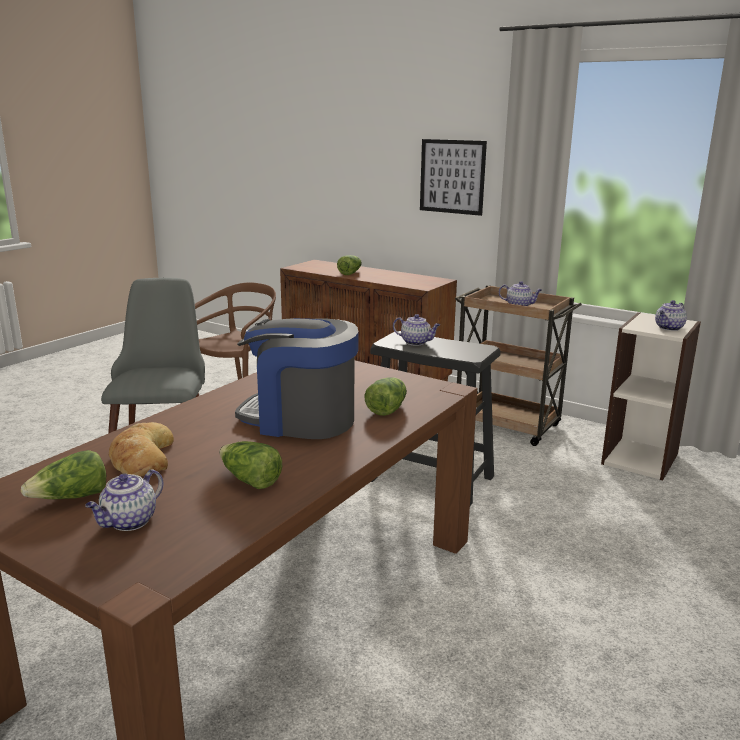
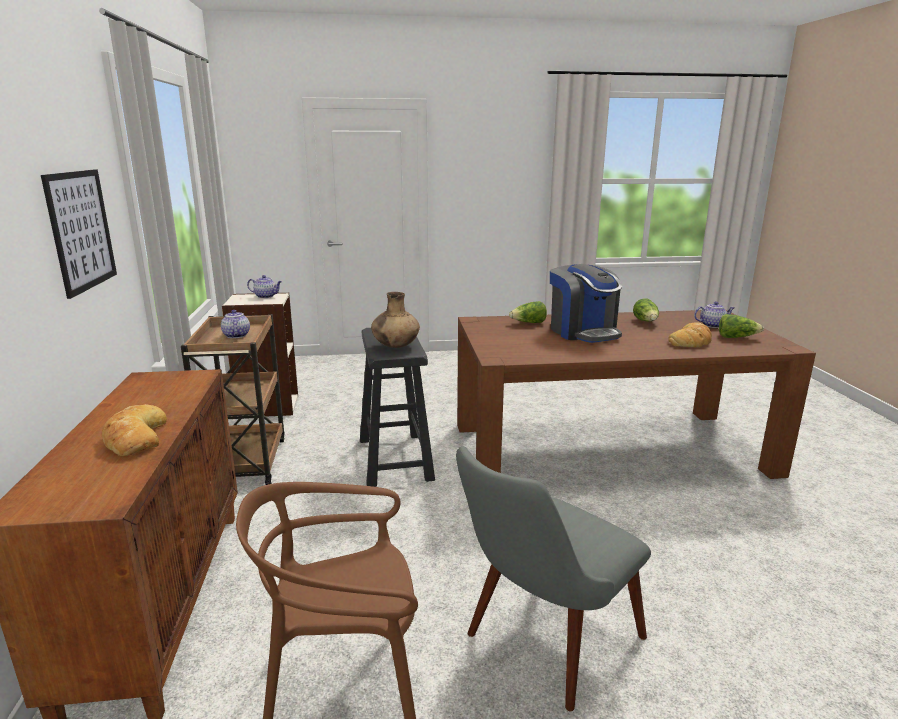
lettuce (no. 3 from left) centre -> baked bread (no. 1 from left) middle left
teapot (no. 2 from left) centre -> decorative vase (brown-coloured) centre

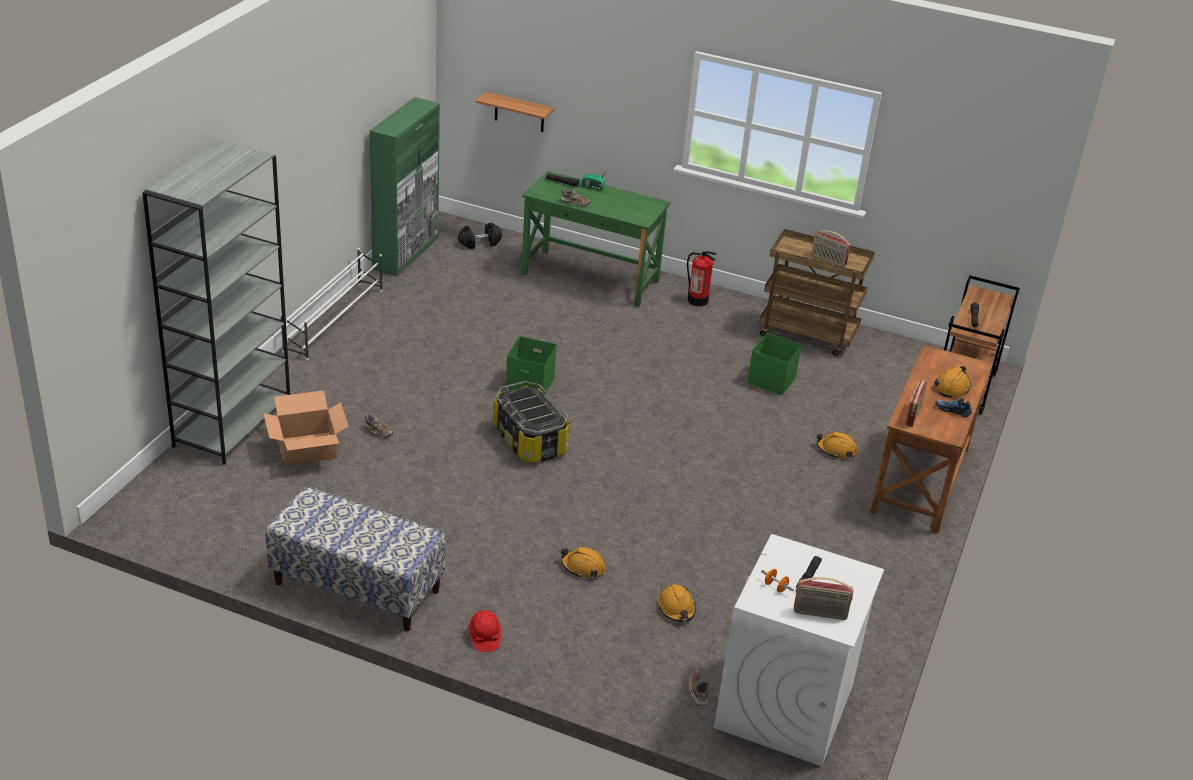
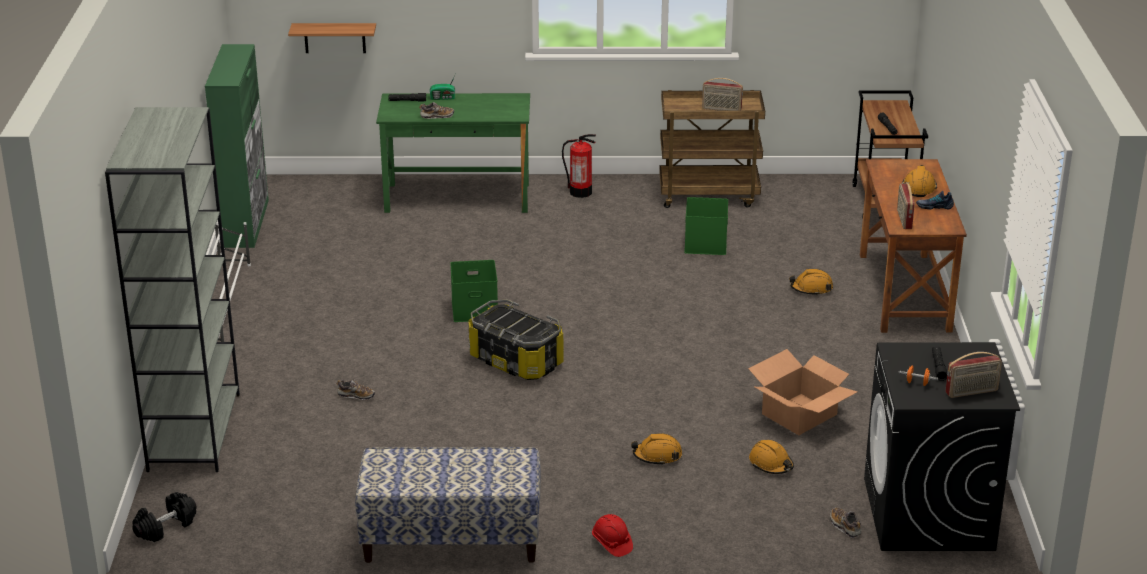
dumbbell (blackish) top centre -> dumbbell (blackish) bottom left, relocated
carton middle left -> carton bottom right, relocated
washing machine (white-coloured) bottom right -> washing machine (blackish) bottom right

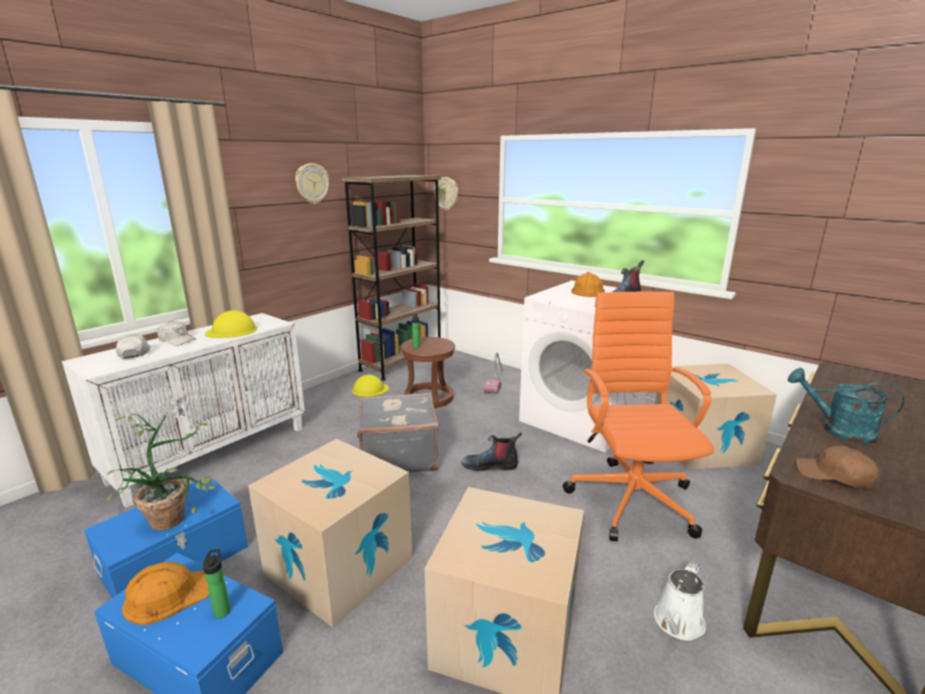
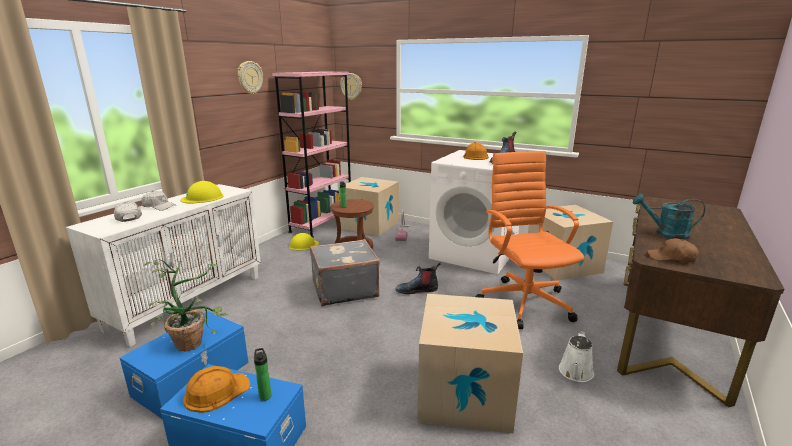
shelving unit (brown-coloured) centre -> shelving unit (pink-coloured) centre
carton (no. 1 from left) bottom centre -> carton (no. 1 from left) centre, relocated

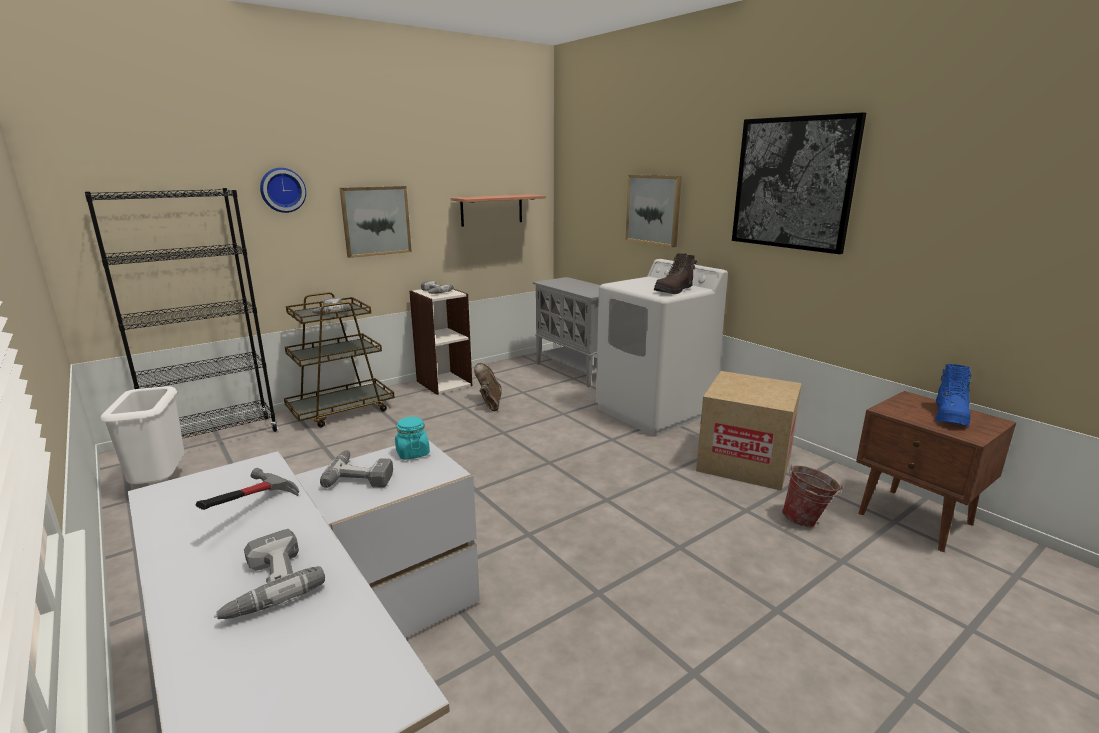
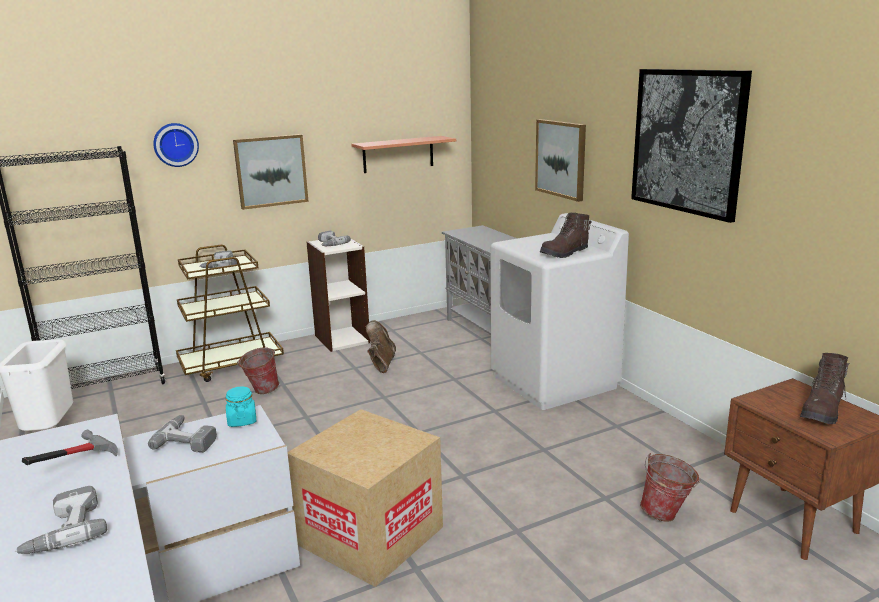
none -> water bucket (no. 1 from left) middle left
carton middle right -> carton bottom centre, relocated
tall boot (blue-coloured) middle right -> tall boot (brown-coloured) (no. 3 from left) middle right

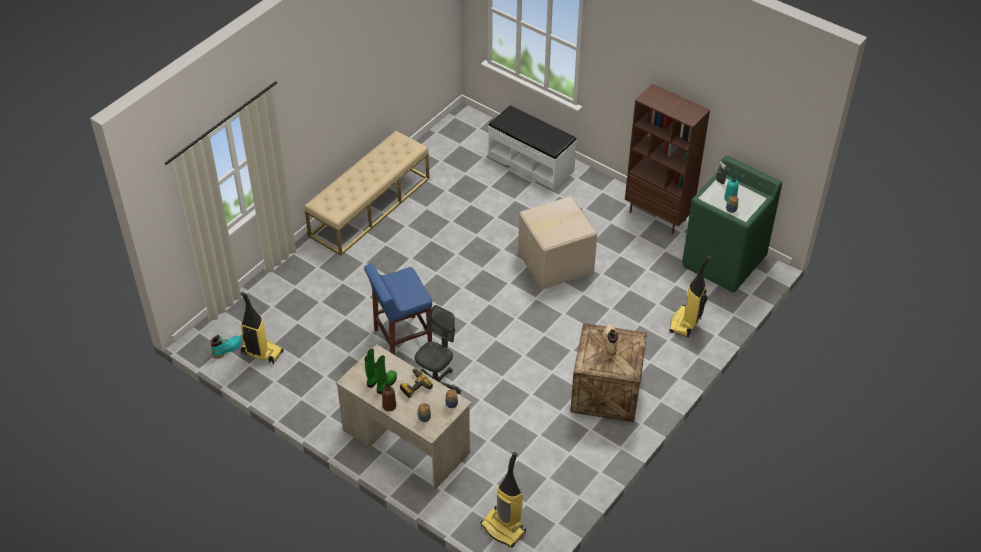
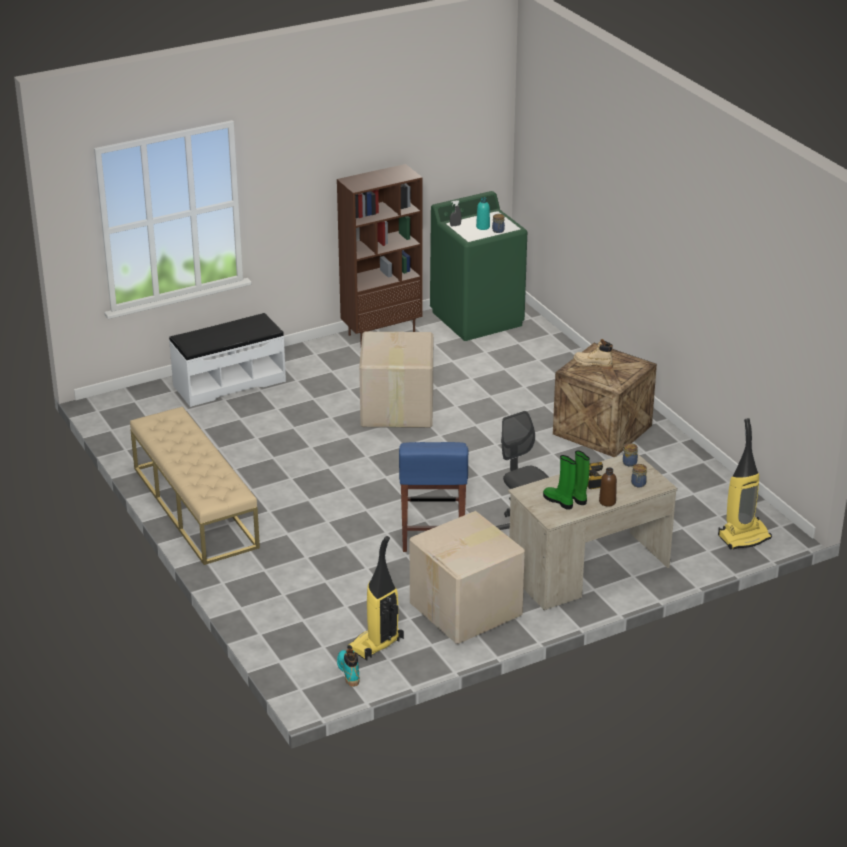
none -> carton (no. 2 from left) bottom centre
hoover (no. 3 from left) middle right -> none

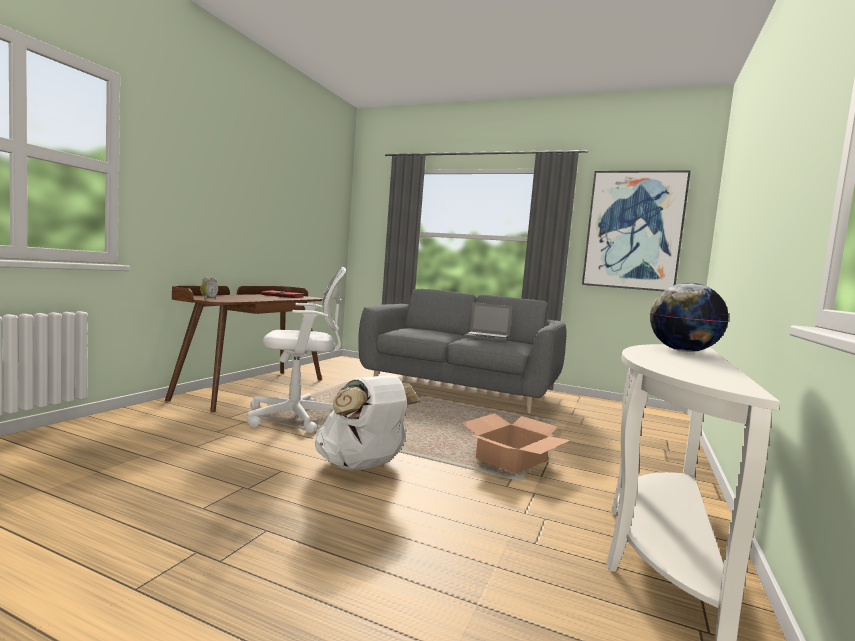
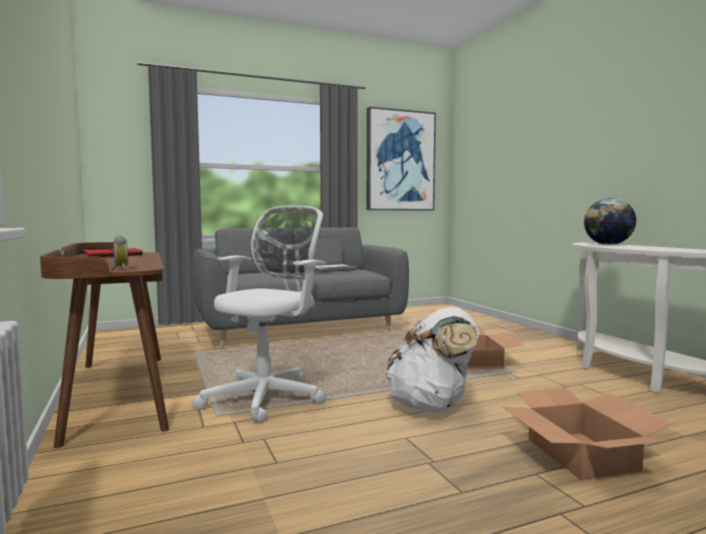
none -> carton (no. 2 from left) bottom right

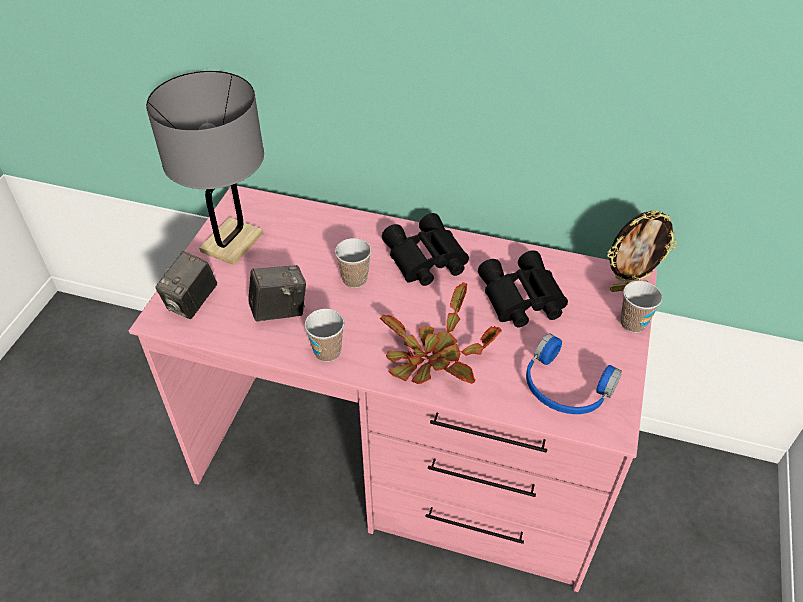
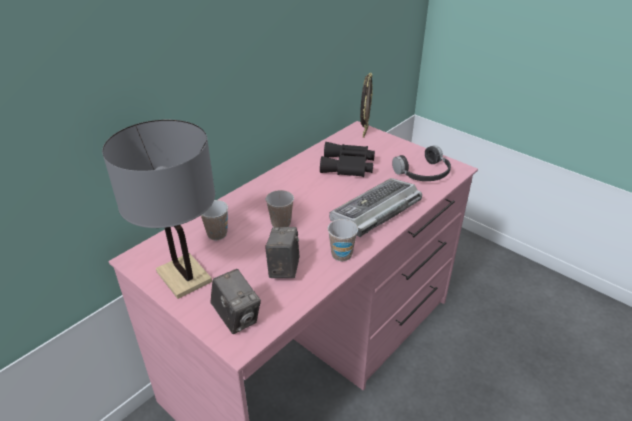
small cup (no. 3 from left in the first image) middle right -> small cup (no. 1 from left) centre, relocated
houseplant centre -> keyboard centre
headset (blue-coloured) middle right -> headset (blackish) centre
binoculars (blackish) (no. 1 from left) centre -> none

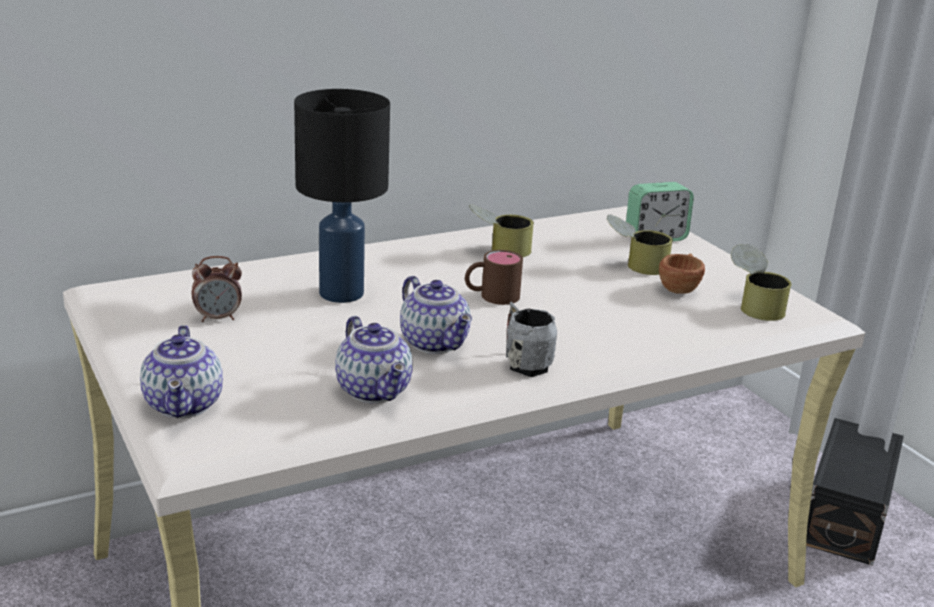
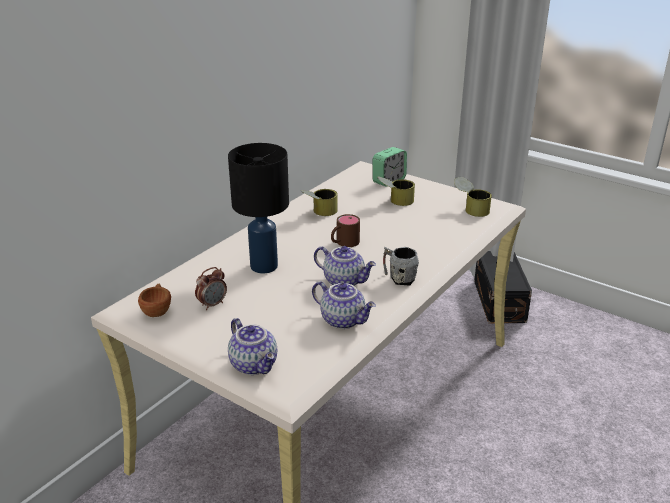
small cup (brown-coloured) middle right -> small cup (brown-coloured) middle left, relocated

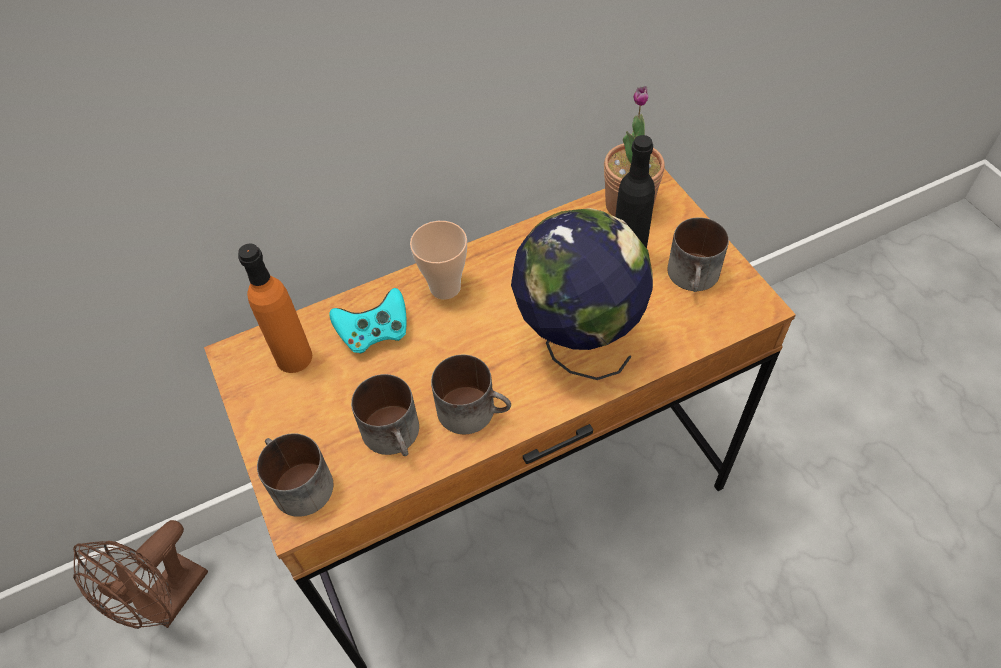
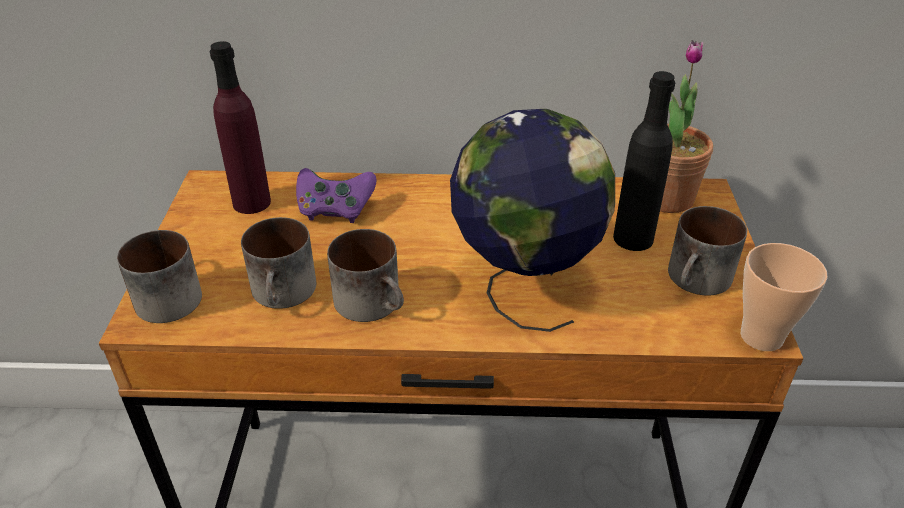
bottle (orangey) middle left -> bottle (purple-coloured) top left
game controller (blue-green) centre -> game controller (purple-coloured) centre
small cup centre -> small cup middle right, relocated
fan (brown-coloured) bottom left -> none

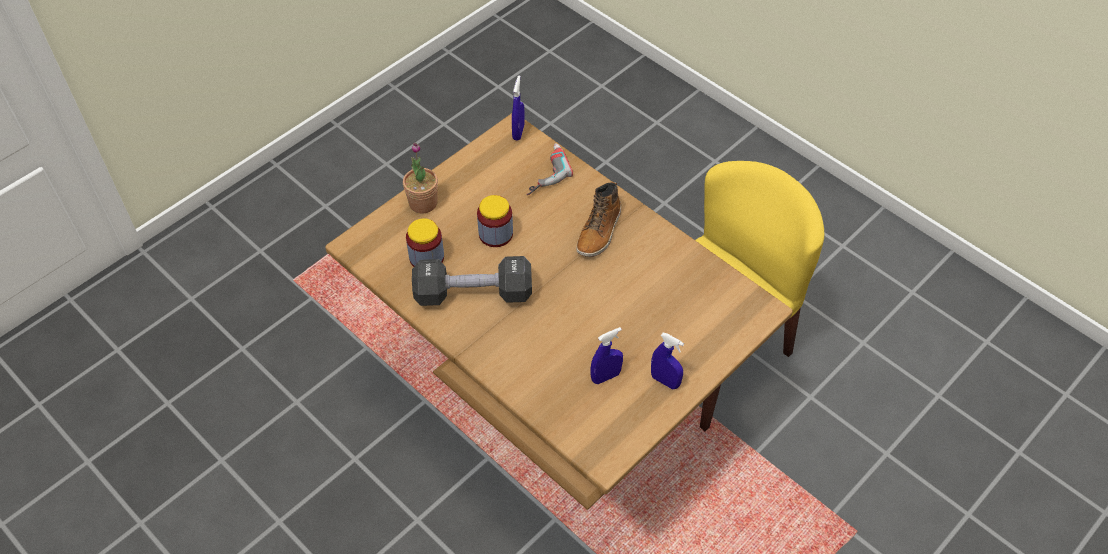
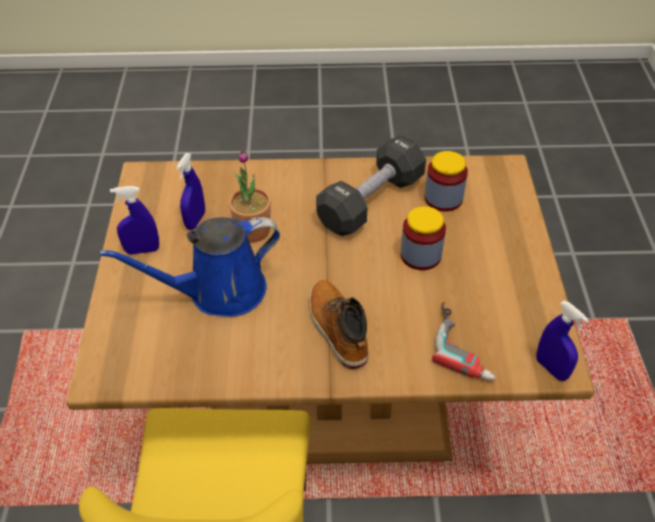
none -> watering pot (blue-coloured) middle left
houseplant top centre -> houseplant centre, relocated

